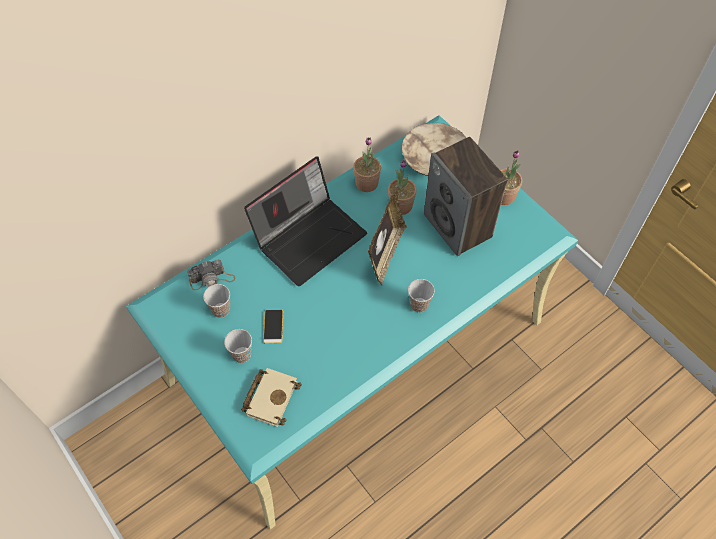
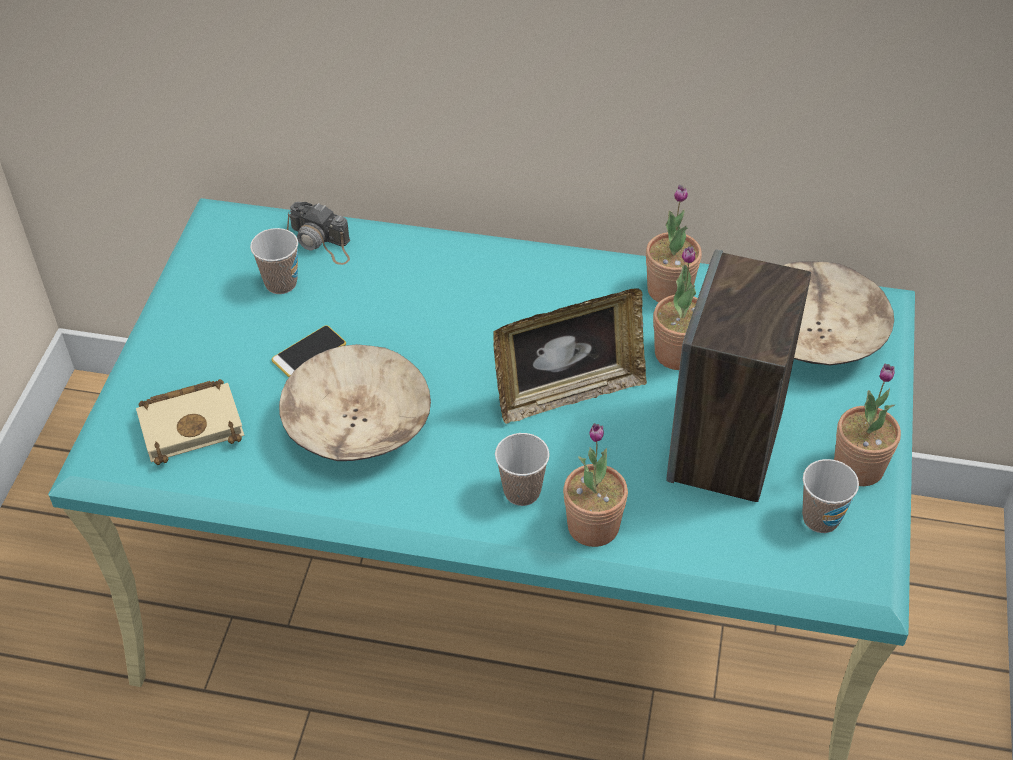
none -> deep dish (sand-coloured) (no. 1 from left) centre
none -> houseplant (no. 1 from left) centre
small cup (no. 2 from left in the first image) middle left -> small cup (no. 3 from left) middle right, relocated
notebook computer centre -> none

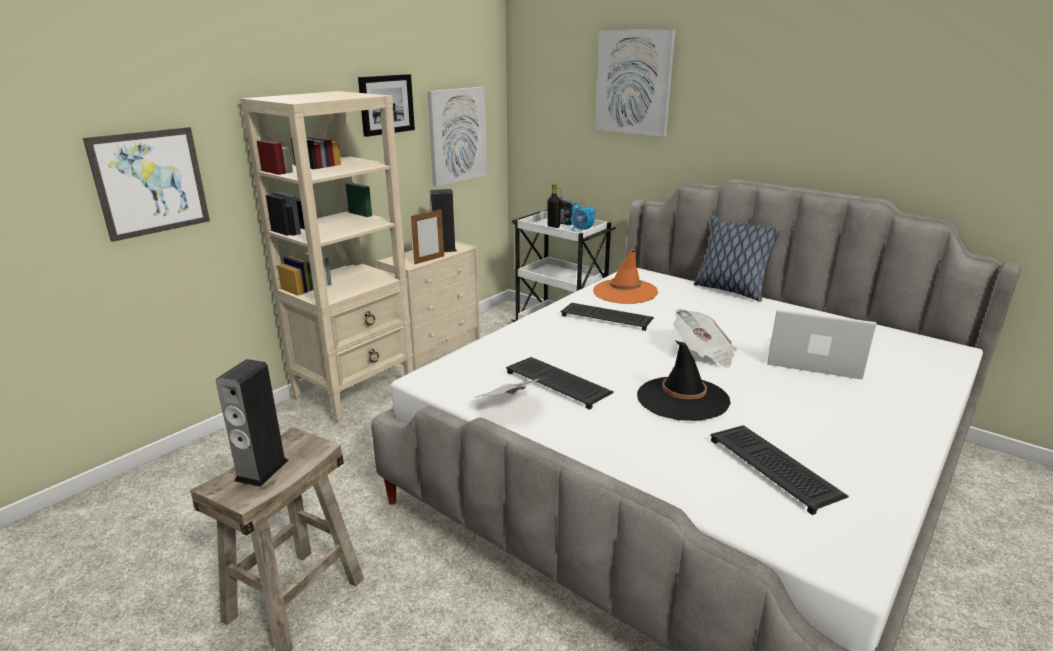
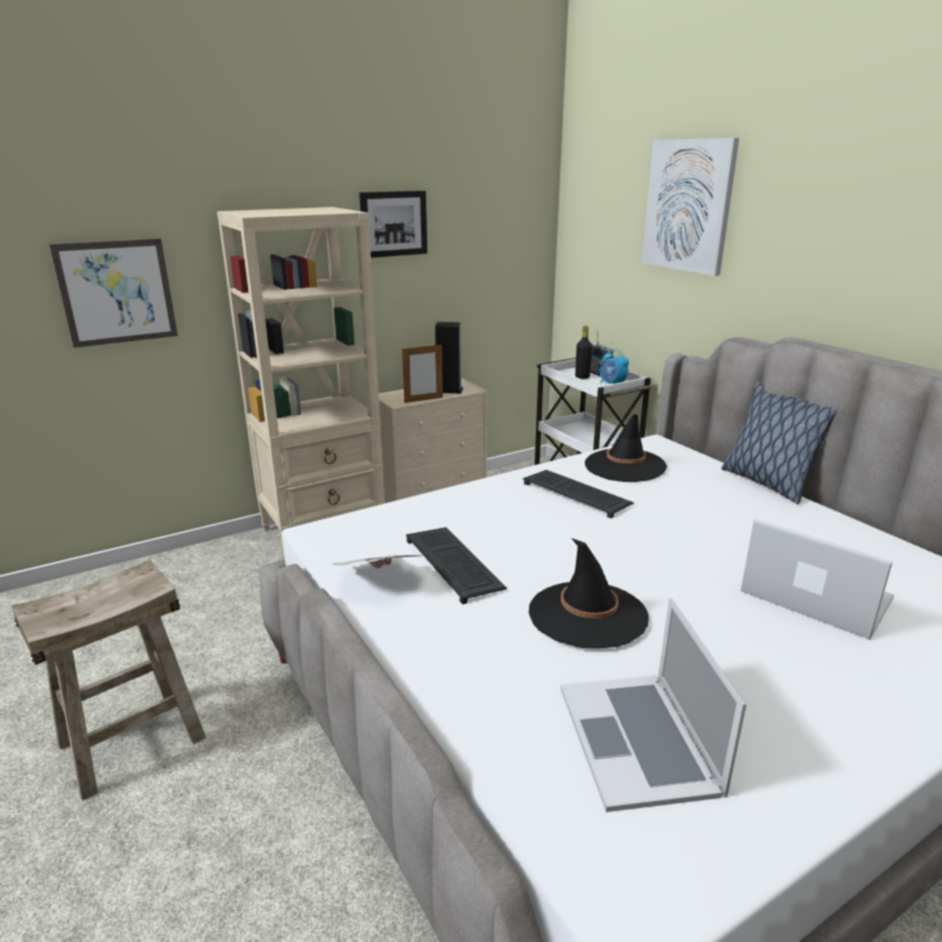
keyboard (no. 3 from left) bottom right -> notebook computer (no. 1 from left) bottom right
clothing hat (orangey) centre -> clothing hat (blackish) (no. 2 from left) centre
loudspeaker (no. 1 from left) middle left -> none
wall picture (no. 3 from left) top centre -> none
daily paper (no. 2 from left) middle right -> none

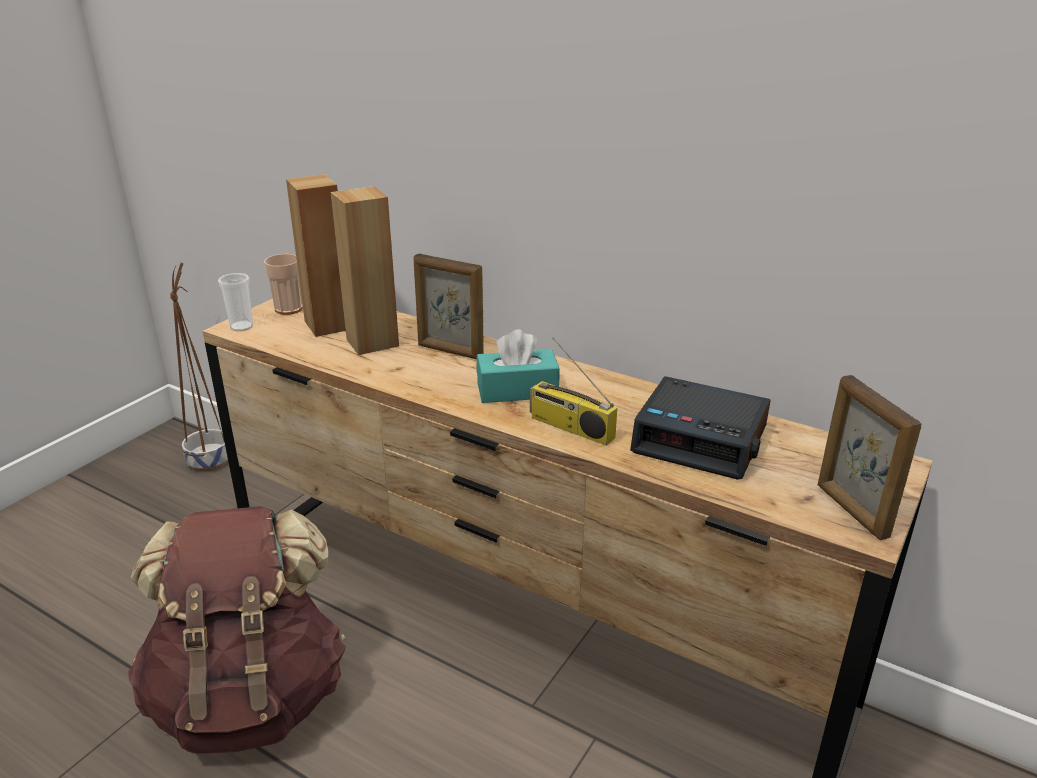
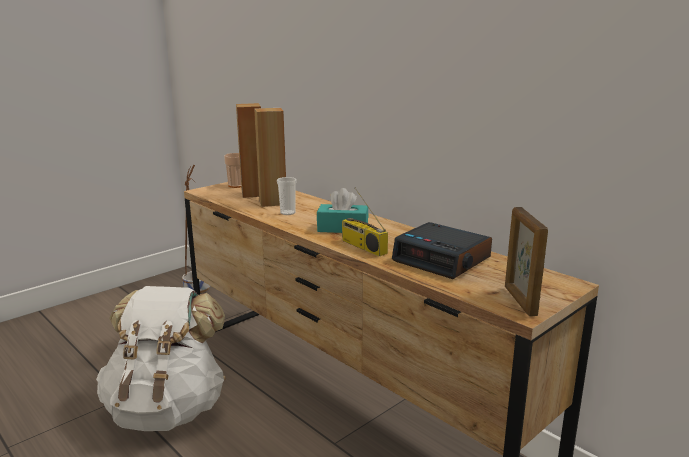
knapsack (brown-coloured) bottom left -> knapsack (white-coloured) bottom left
small cup (no. 1 from left in the first image) middle left -> small cup (no. 2 from left) centre, relocated
picture frame (no. 1 from left) centre -> none

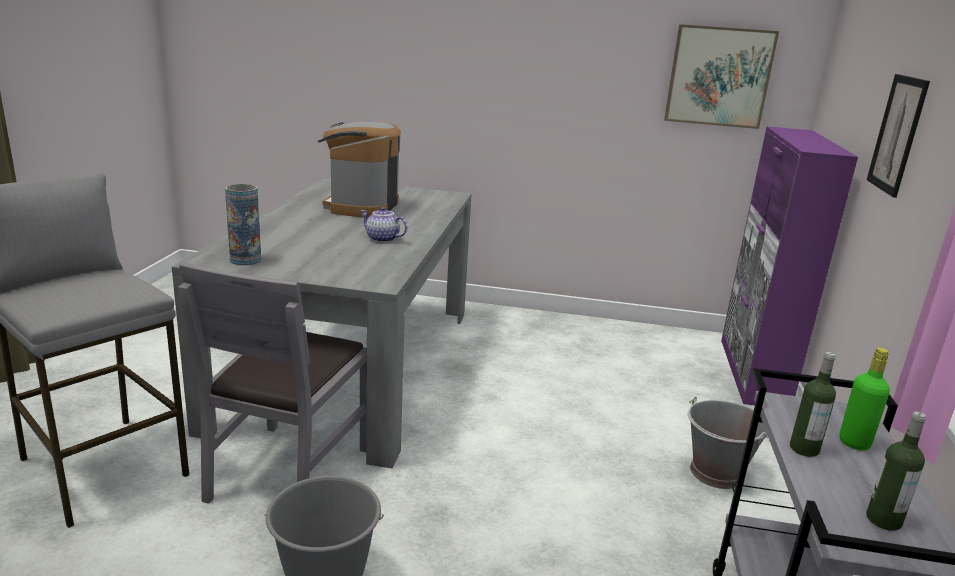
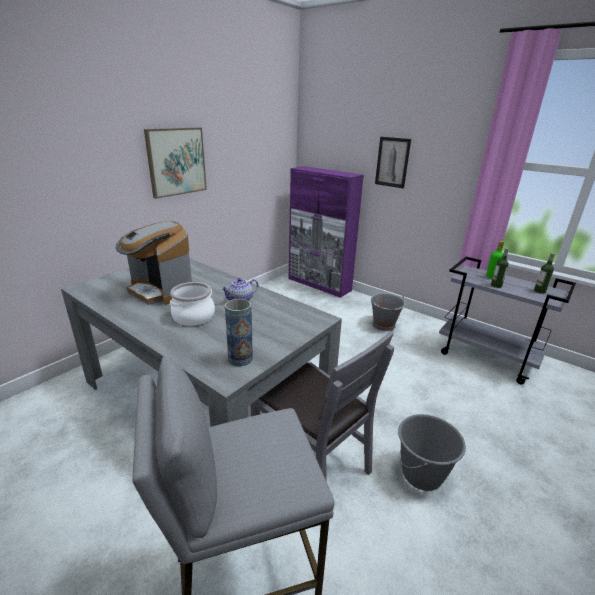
wall picture (no. 1 from left) top right -> wall picture (no. 1 from left) top left, relocated
none -> saucepot middle left

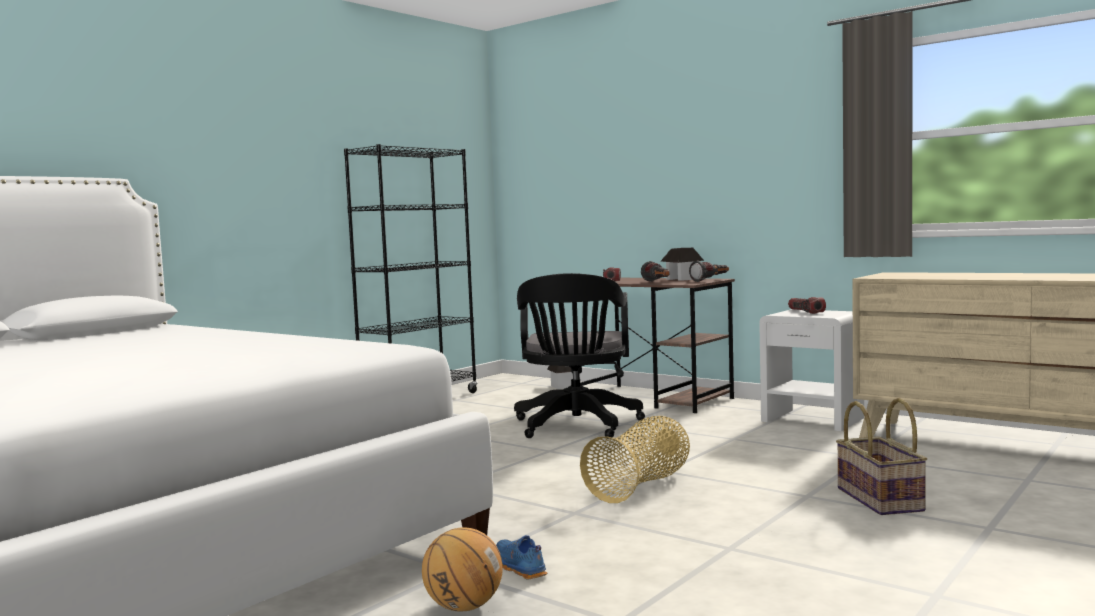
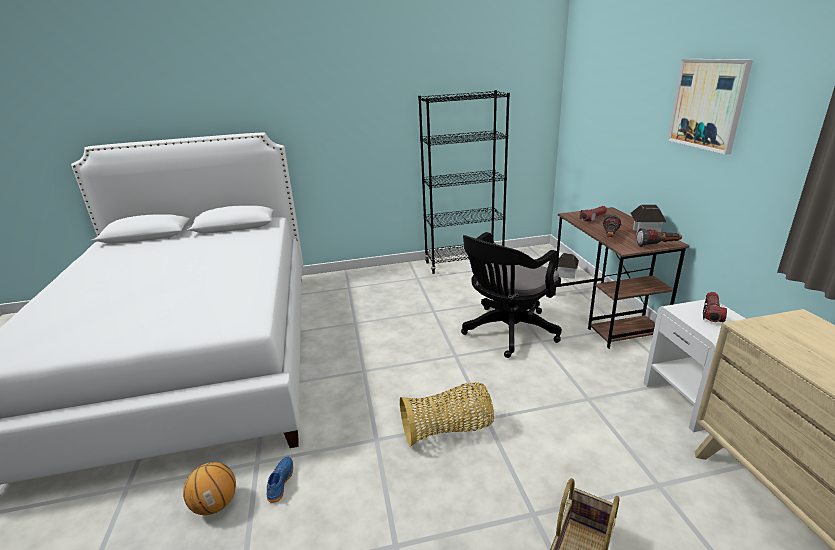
none -> wall picture top right

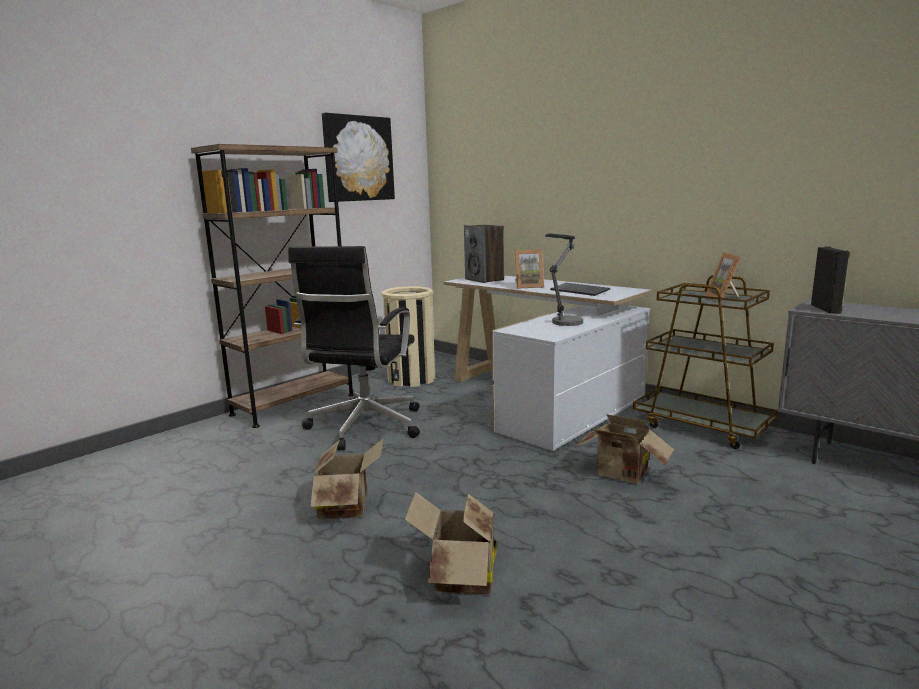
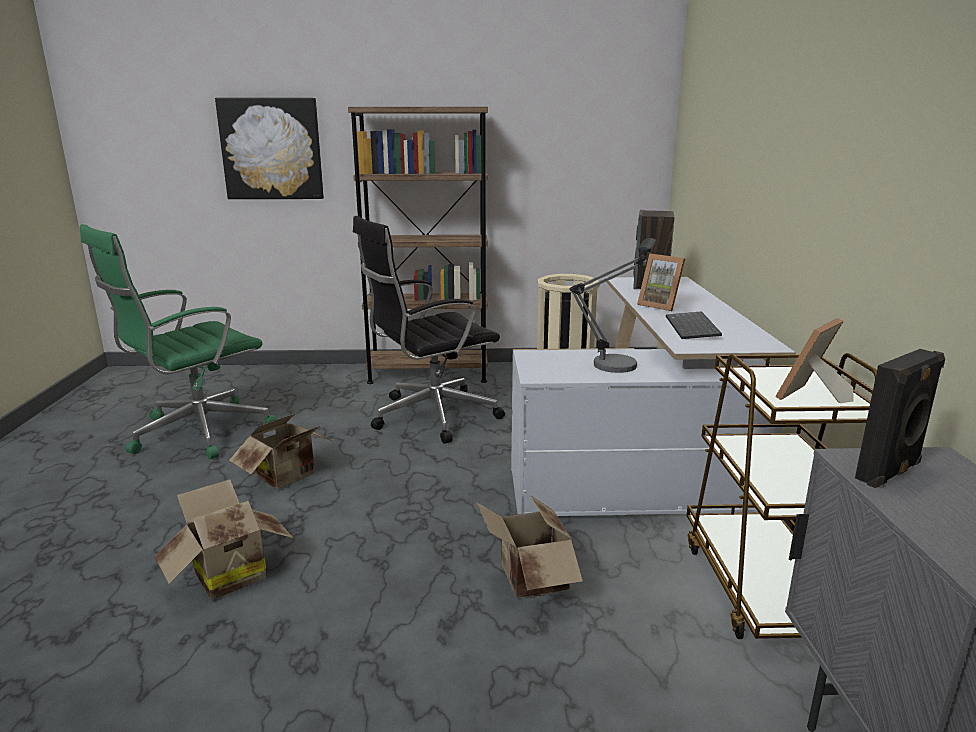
none -> desk chair (greenish) middle left
wall picture top centre -> wall picture top left, relocated

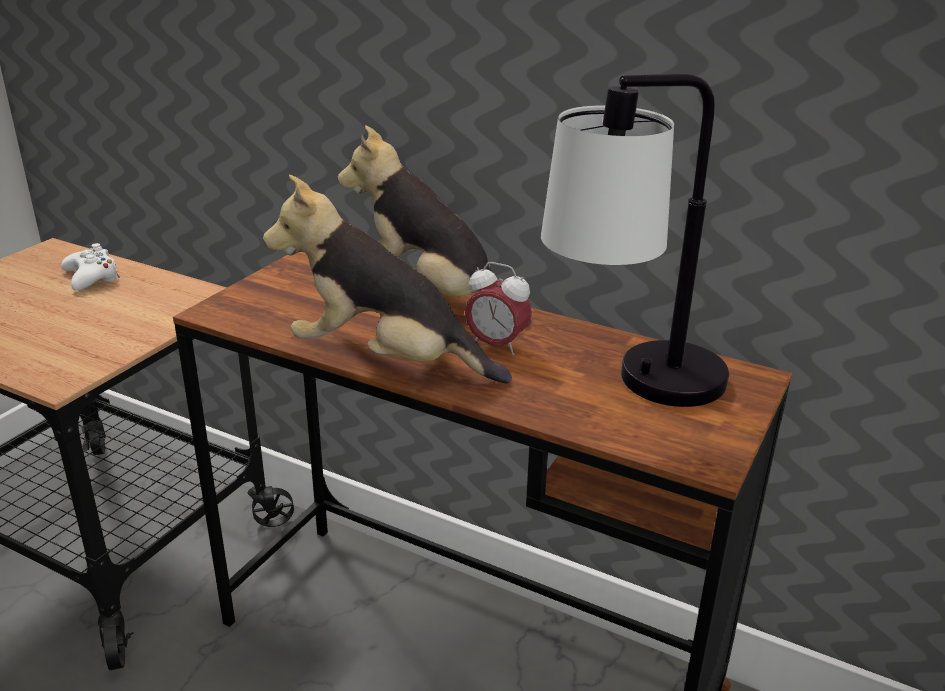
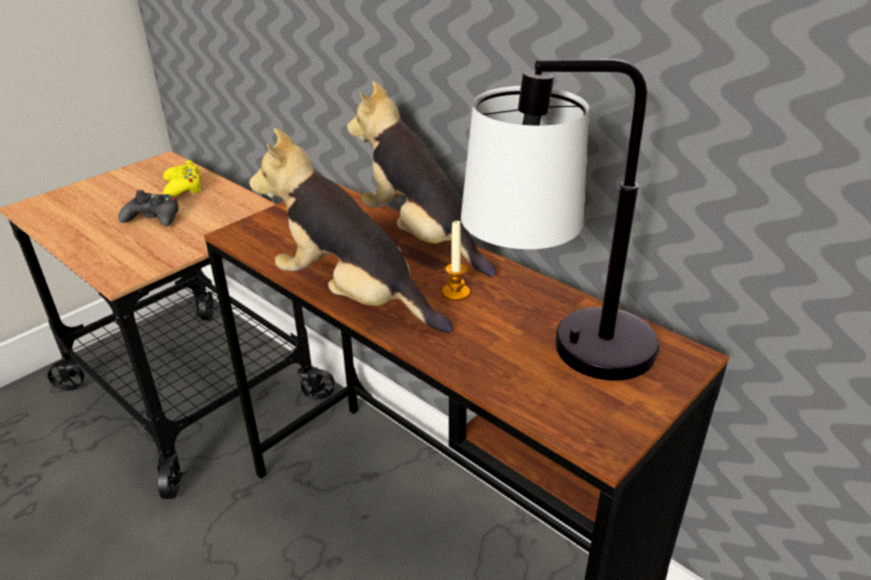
none -> game controller (blackish) middle left
game controller (white-coloured) middle left -> game controller (yellowish) top left
table clock centre -> wax candle centre

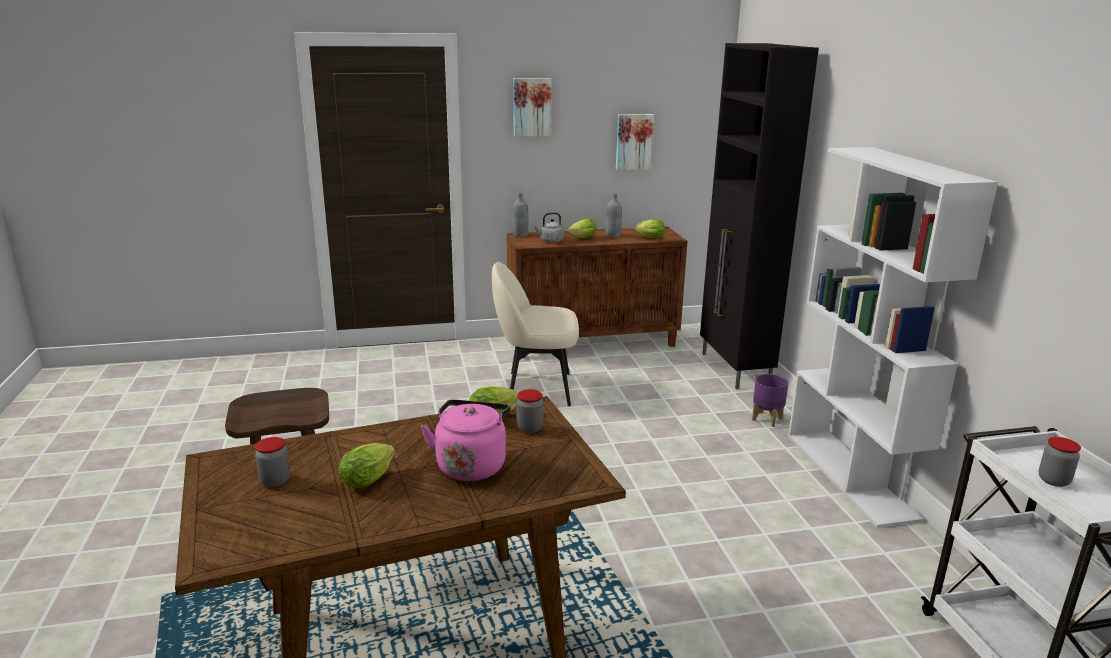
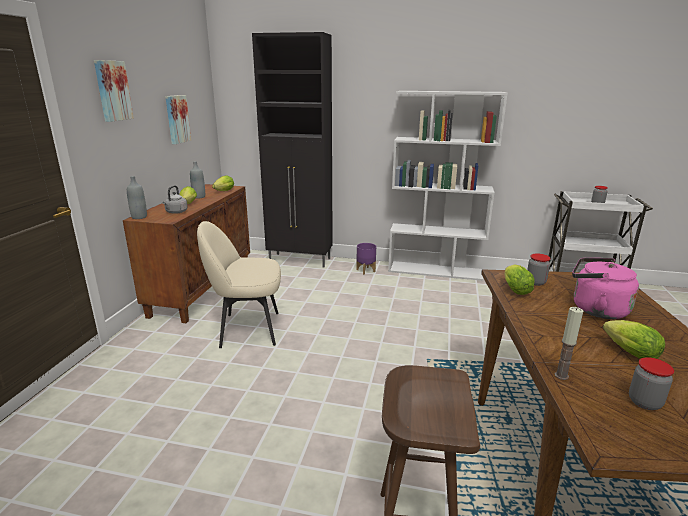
upright chair (sand-coloured) centre, 60 degrees clockwise
none -> wax candle middle right

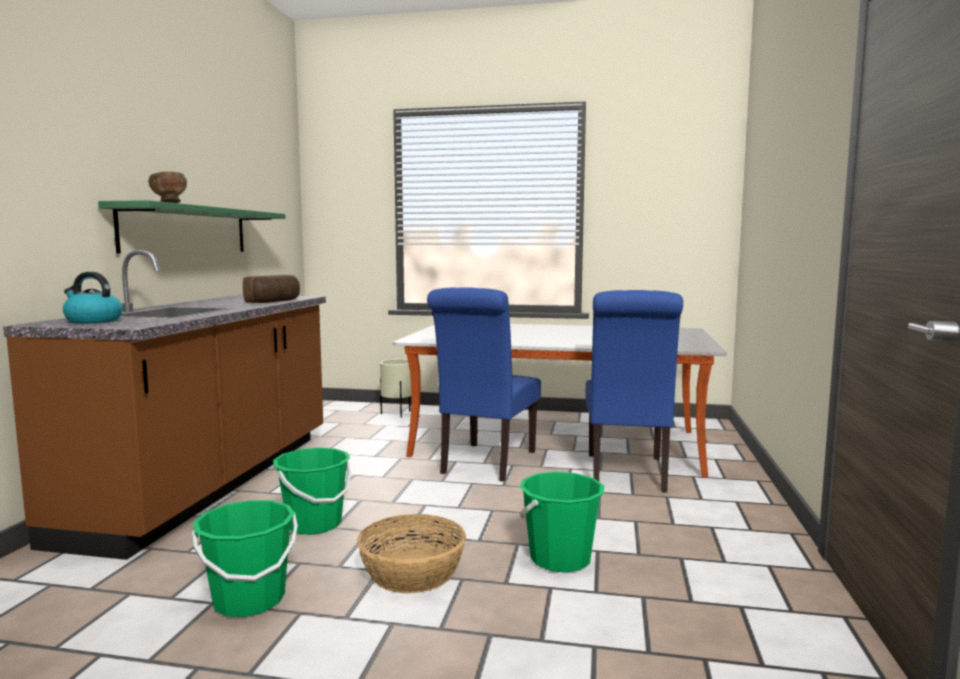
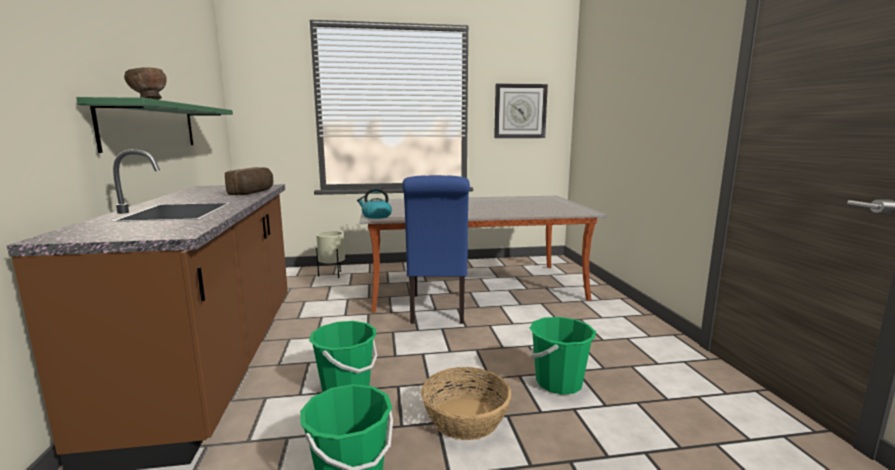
tea kettle middle left -> tea kettle centre, relocated
none -> clock on the wall top centre
upright chair (blue-coloured) (no. 2 from left) centre -> none

